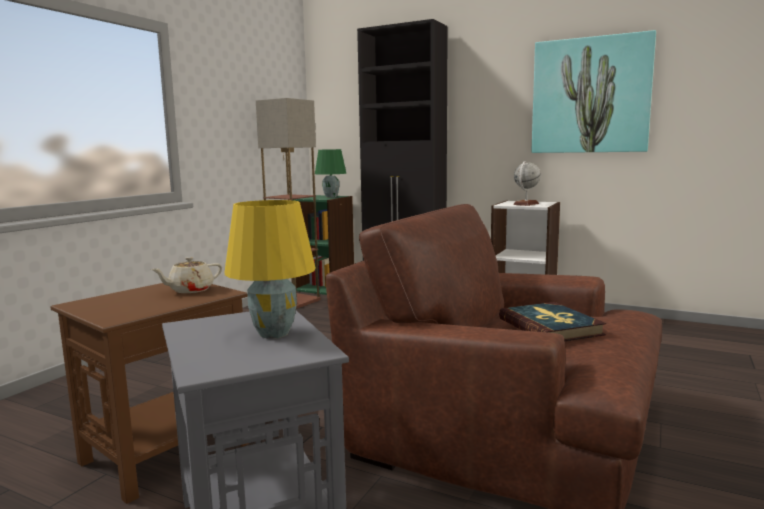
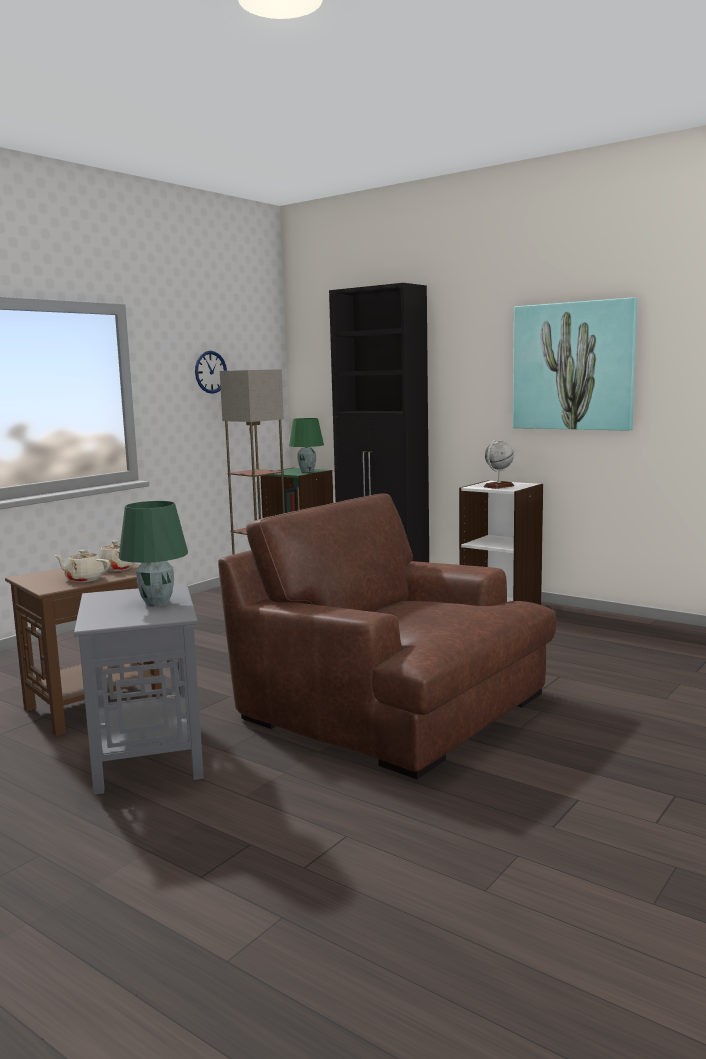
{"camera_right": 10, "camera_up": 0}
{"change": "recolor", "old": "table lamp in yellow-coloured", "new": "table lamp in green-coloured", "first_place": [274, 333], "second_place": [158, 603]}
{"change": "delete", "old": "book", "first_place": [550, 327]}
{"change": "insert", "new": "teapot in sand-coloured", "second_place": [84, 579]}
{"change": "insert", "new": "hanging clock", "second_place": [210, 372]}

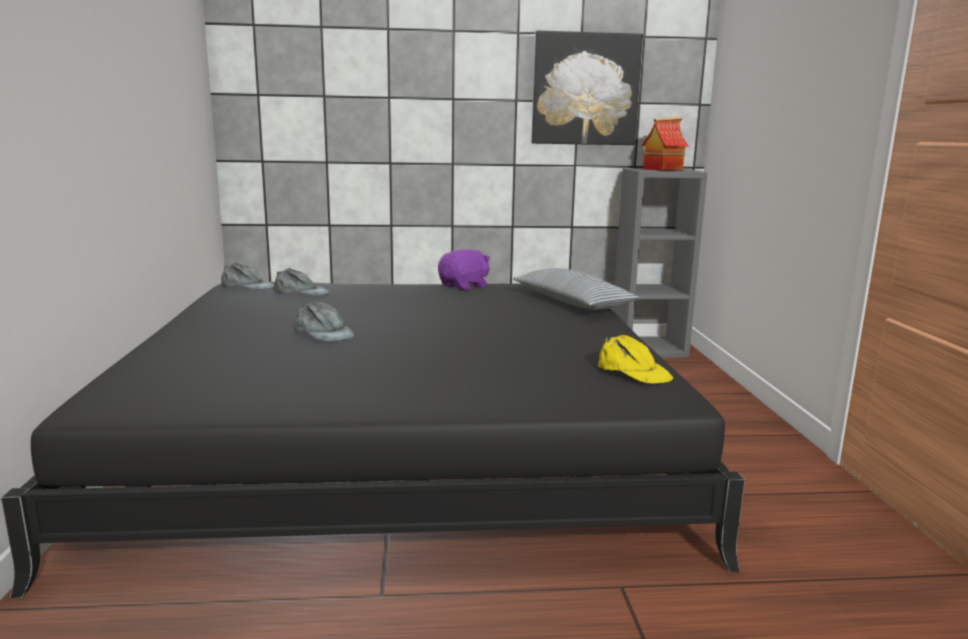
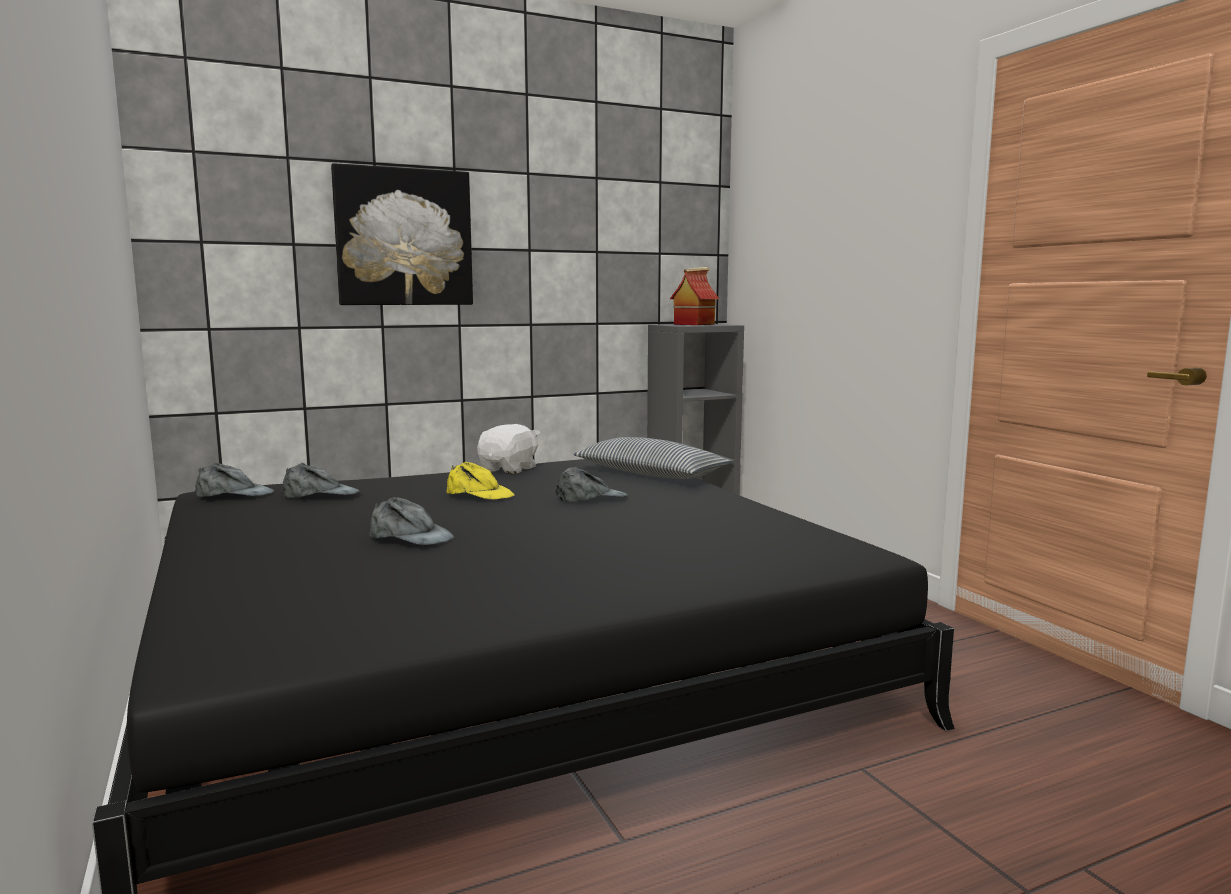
{"camera_right": -20, "camera_up": -5}
{"change": "recolor", "old": "cuddly toy in purple", "new": "cuddly toy in white", "first_place": [464, 286], "second_place": [509, 469]}
{"change": "move", "old": "picture", "first_place": [585, 89], "second_place": [404, 237]}
{"change": "move", "old": "cap in yellow-coloured", "first_place": [633, 372], "second_place": [479, 494]}
{"change": "insert", "new": "cap in gray", "second_place": [591, 497]}

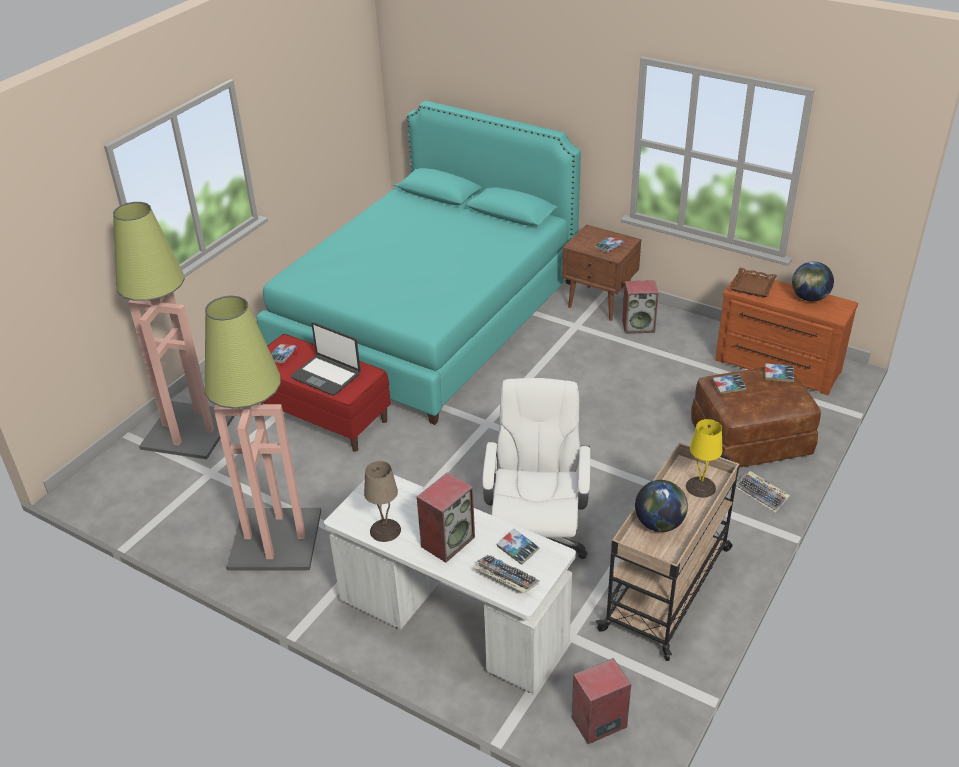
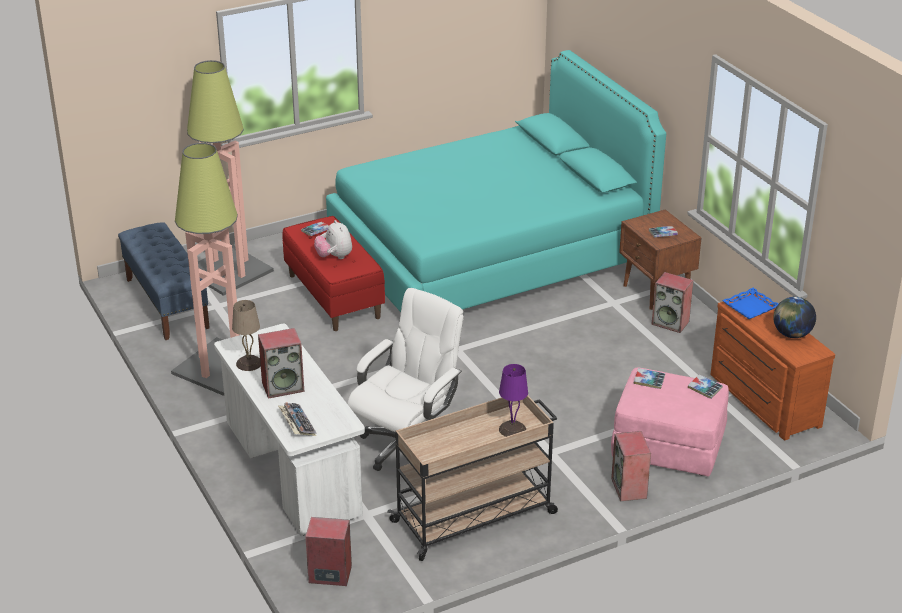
{"camera_right": 30, "camera_up": -5}
{"change": "replace", "old": "laptop", "new": "cuddly toy", "first_place": [326, 375], "second_place": [334, 257]}
{"change": "delete", "old": "book", "first_place": [517, 549]}
{"change": "delete", "old": "desk globe", "first_place": [659, 523]}
{"change": "recolor", "old": "table lamp in yellow-coloured", "new": "table lamp in purple", "first_place": [700, 487], "second_place": [512, 429]}
{"change": "recolor", "old": "pouffe in brownish", "new": "pouffe in pink-coloured", "first_place": [750, 440], "second_place": [667, 446]}
{"change": "recolor", "old": "carrying tray in brownish", "new": "carrying tray in bluish", "first_place": [753, 286], "second_place": [750, 307]}
{"change": "replace", "old": "PC keyboard", "new": "speaker", "first_place": [762, 495], "second_place": [629, 488]}
{"change": "insert", "new": "long seat in bluish", "second_place": [166, 303]}

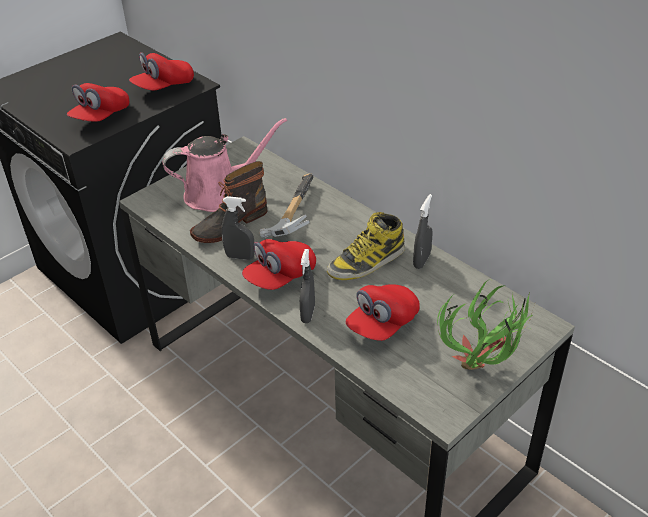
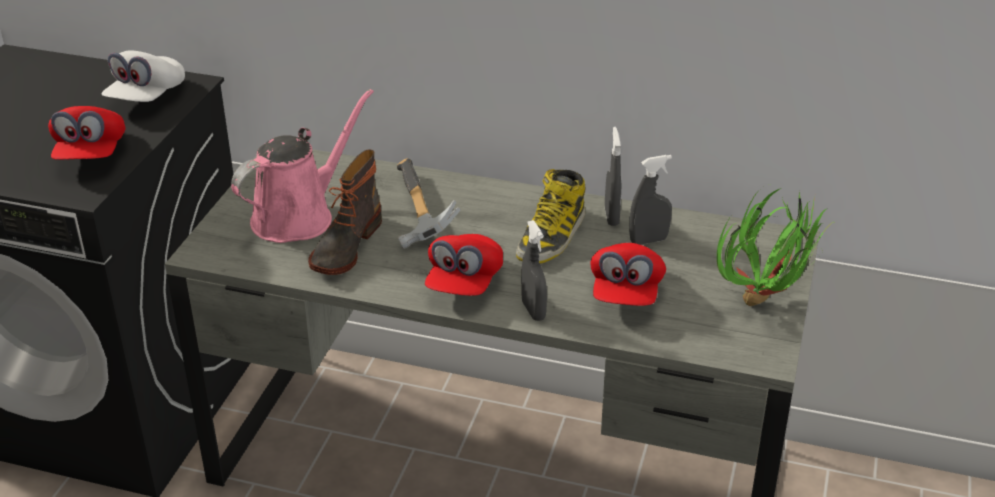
{"camera_right": -30, "camera_up": -5}
{"change": "recolor", "old": "cap in red", "new": "cap in white", "first_place": [163, 87], "second_place": [146, 97]}
{"change": "move", "old": "hand sprayer in gray", "first_place": [240, 256], "second_place": [648, 240]}

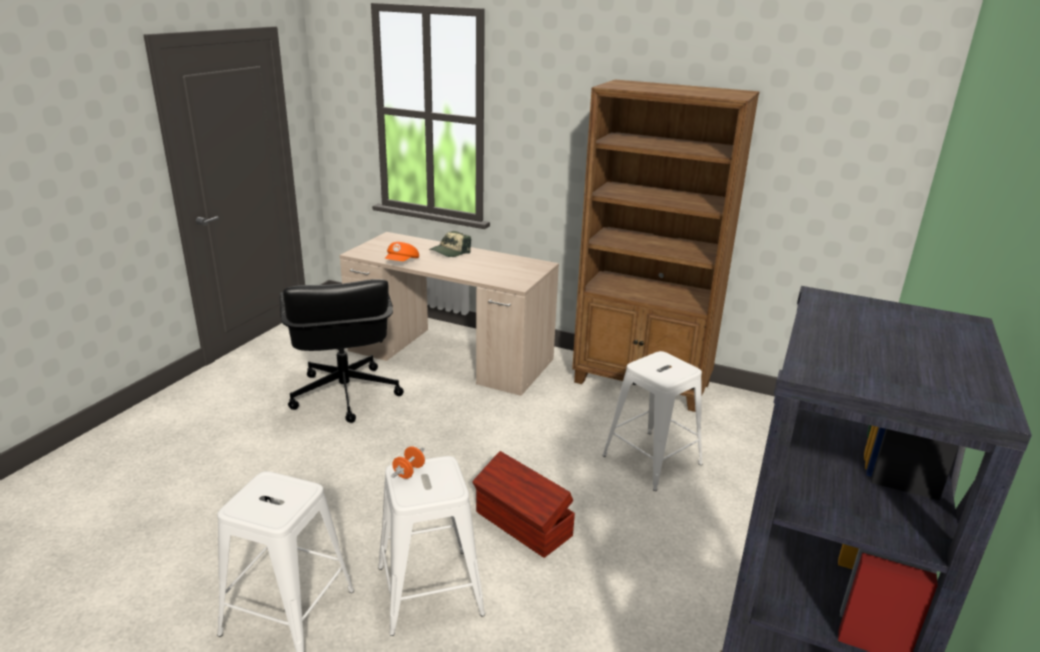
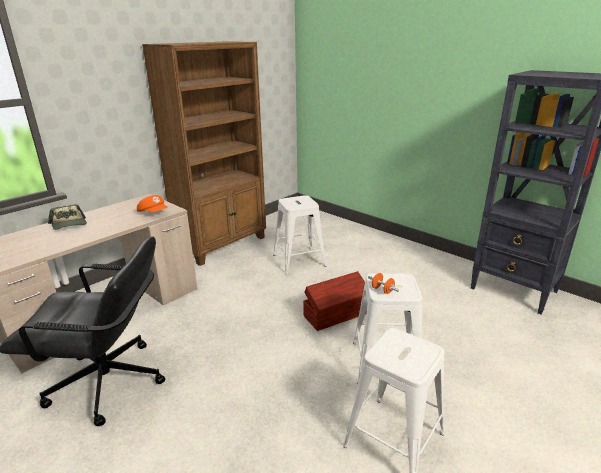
{"camera_right": -70, "camera_up": 0}
{"change": "move", "old": "cap in orange-coloured", "first_place": [402, 262], "second_place": [154, 213]}

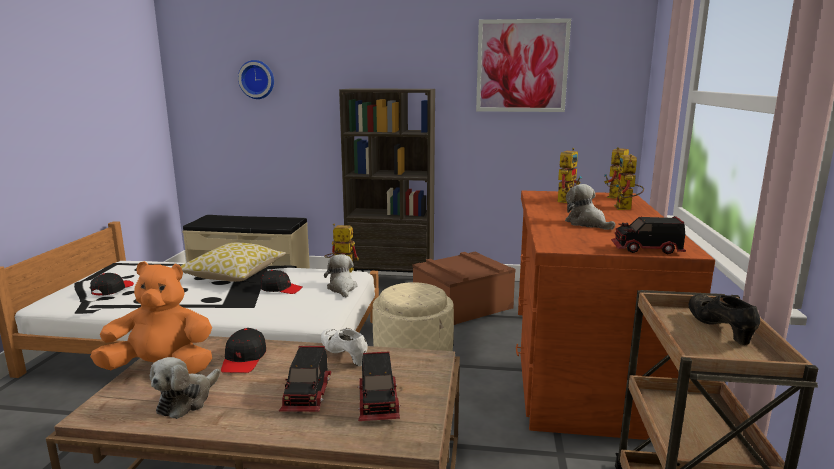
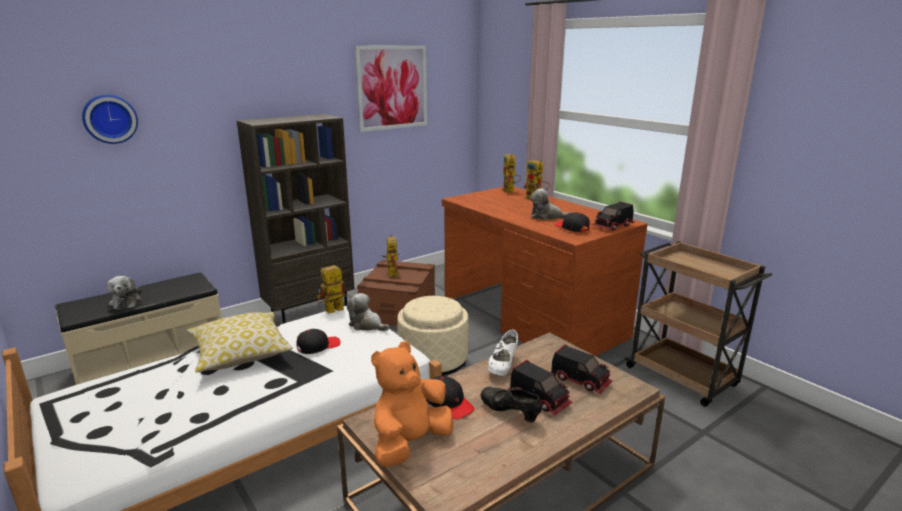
{"camera_right": -45, "camera_up": 5}
{"change": "move", "old": "cap in black-coloured", "first_place": [112, 289], "second_place": [571, 228]}
{"change": "move", "old": "cuddly toy", "first_place": [186, 400], "second_place": [126, 302]}
{"change": "rotate", "old": "shoe in white", "first_place": [344, 356], "second_place": [503, 366], "degrees": -75}
{"change": "move", "old": "toy robot", "first_place": [565, 200], "second_place": [391, 272]}
{"change": "move", "old": "shoe in black-coloured", "first_place": [719, 330], "second_place": [510, 412]}

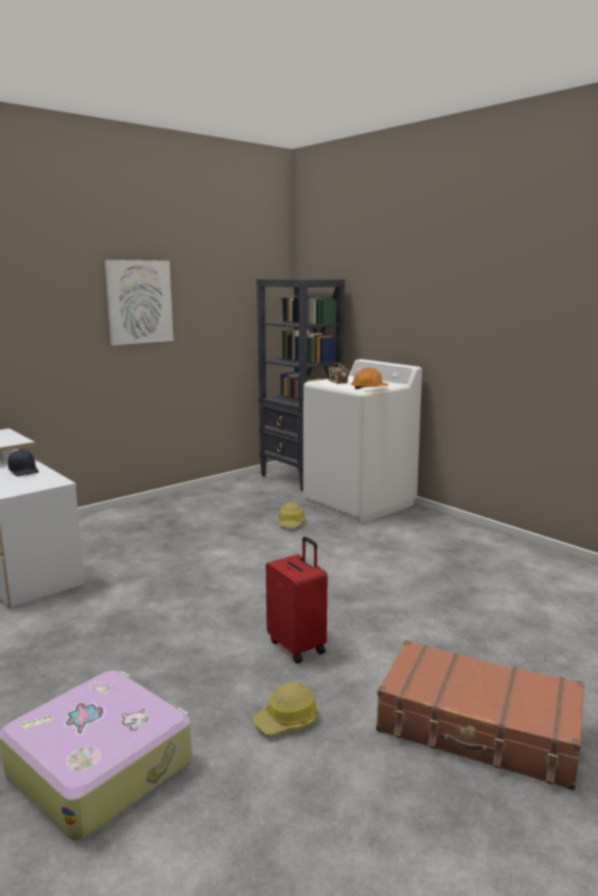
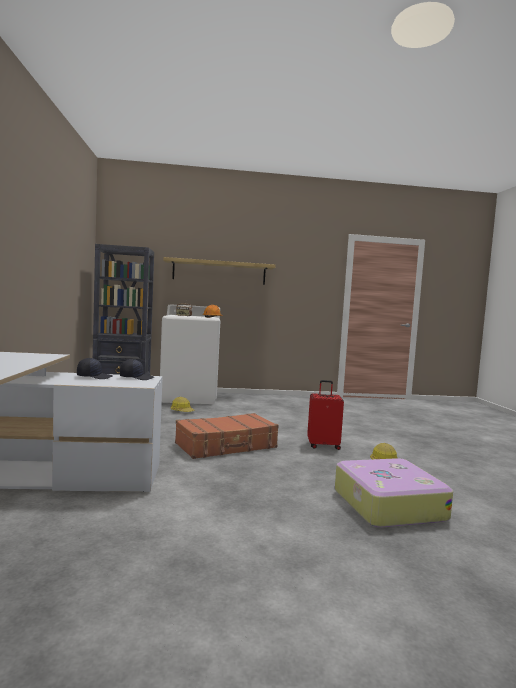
{"camera_right": -55, "camera_up": -10}
{"change": "delete", "old": "picture", "first_place": [139, 302]}
{"change": "move", "old": "suitcase in brownish", "first_place": [478, 729], "second_place": [226, 446]}
{"change": "insert", "new": "cap in black-coloured", "second_place": [136, 378]}
{"change": "insert", "new": "bracket shelf", "second_place": [219, 272]}

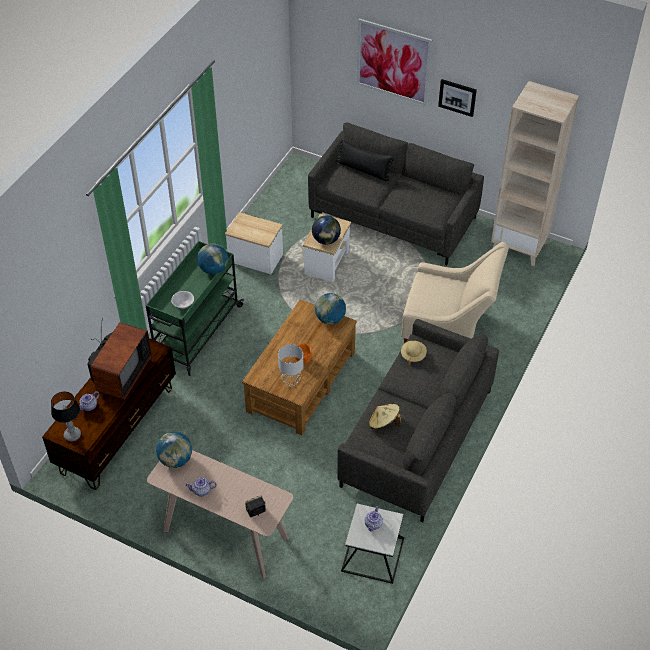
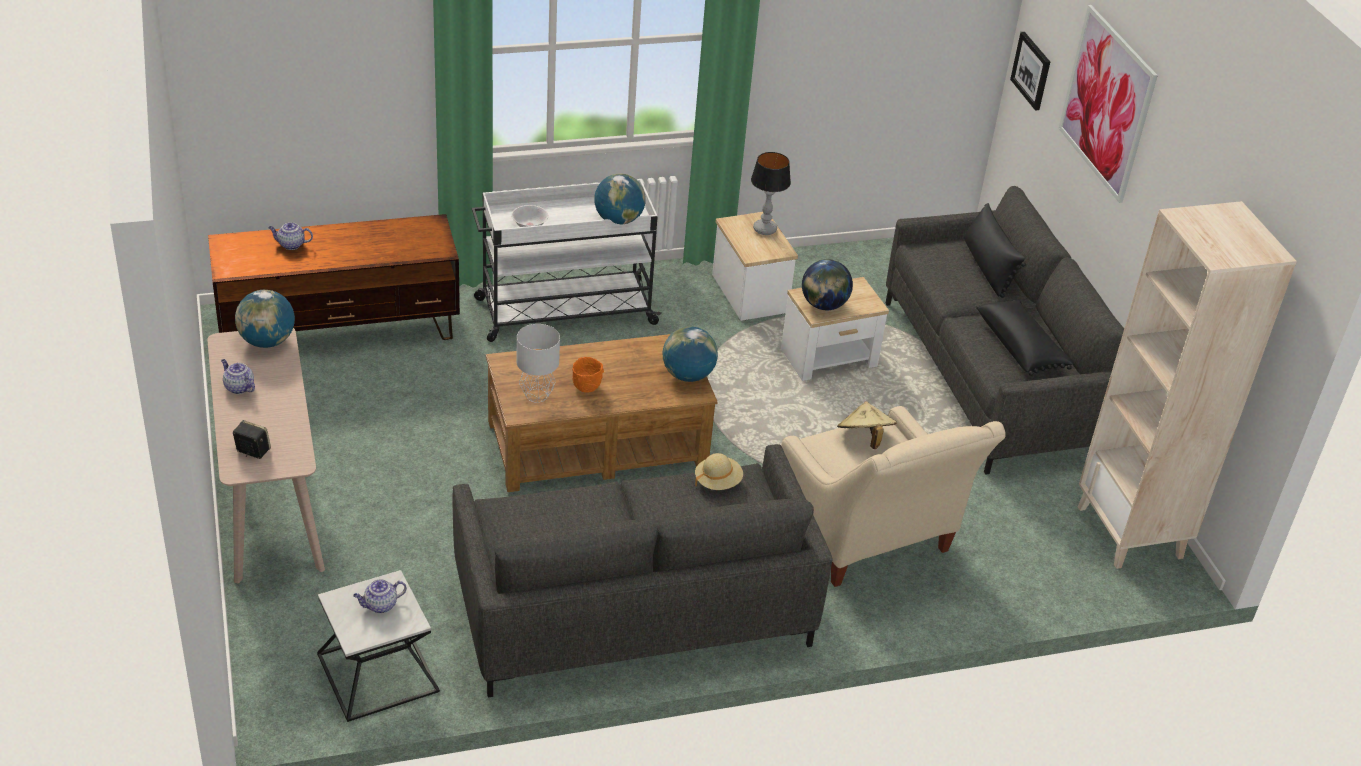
{"camera_right": 45, "camera_up": -10}
{"change": "move", "old": "table lamp", "first_place": [73, 435], "second_place": [765, 229]}
{"change": "delete", "old": "TV", "first_place": [120, 374]}
{"change": "recolor", "old": "wheeled cart in green-coloured", "new": "wheeled cart in white", "first_place": [196, 333], "second_place": [563, 311]}
{"change": "move", "old": "wearable hat in sand-coloured", "first_place": [384, 423], "second_place": [864, 438]}
{"change": "move", "old": "picture", "first_place": [457, 97], "second_place": [1032, 70]}
{"change": "insert", "new": "pillow in black-coloured", "second_place": [1021, 347]}

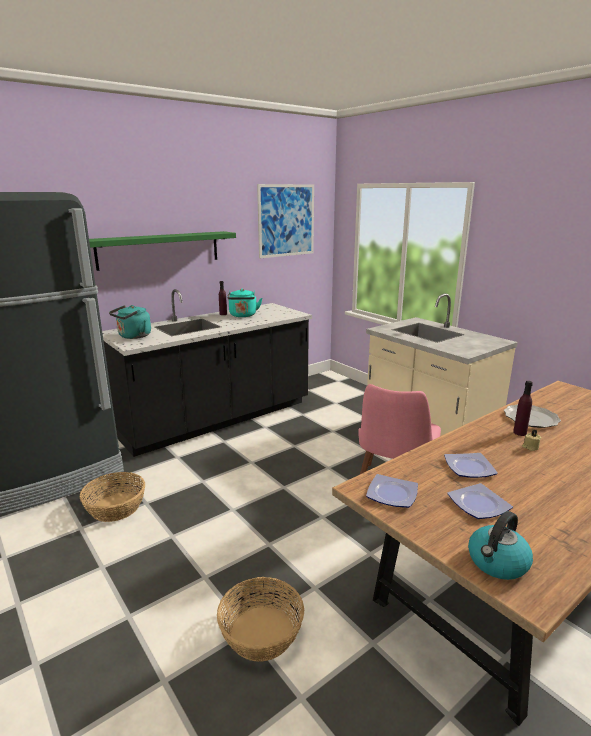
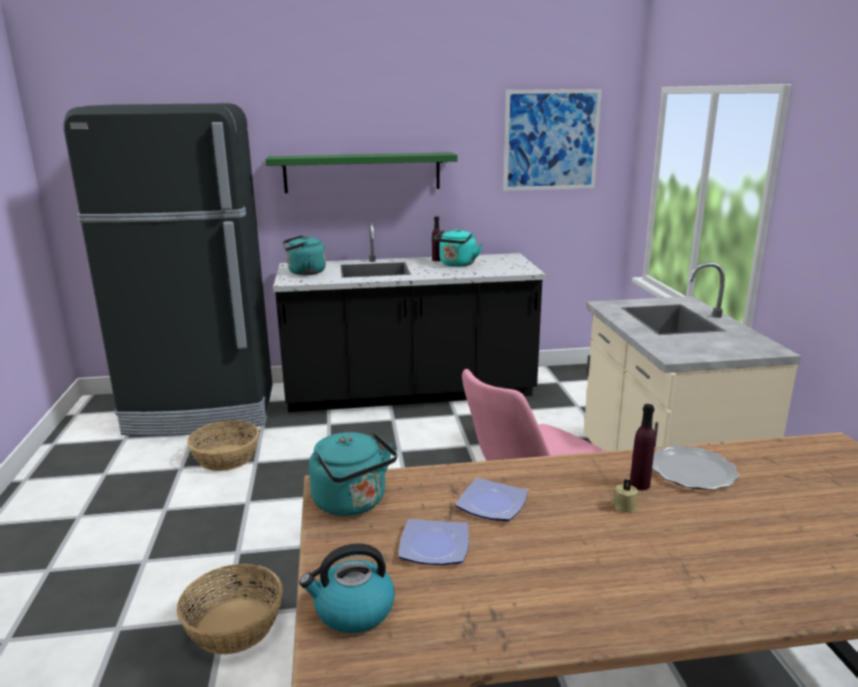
{"camera_right": 30, "camera_up": 0}
{"change": "replace", "old": "plate", "new": "water kettle in blue-green", "first_place": [392, 495], "second_place": [353, 503]}

